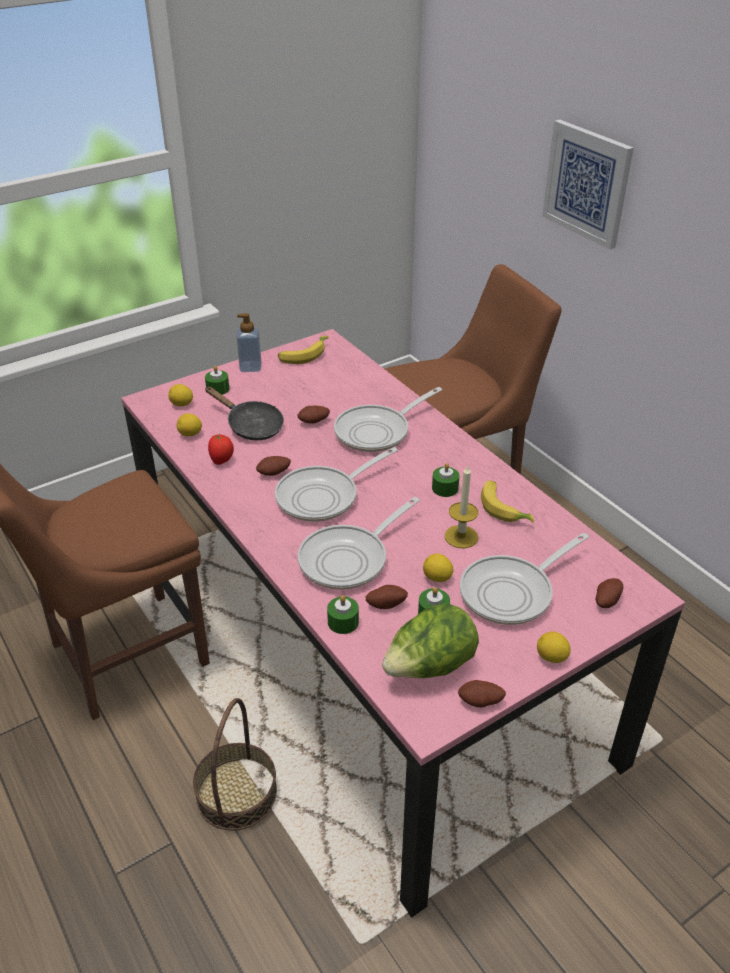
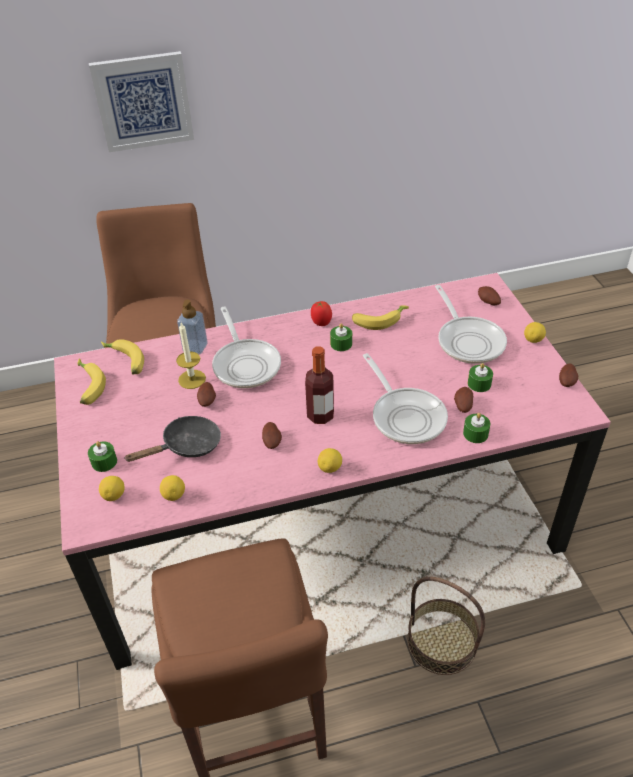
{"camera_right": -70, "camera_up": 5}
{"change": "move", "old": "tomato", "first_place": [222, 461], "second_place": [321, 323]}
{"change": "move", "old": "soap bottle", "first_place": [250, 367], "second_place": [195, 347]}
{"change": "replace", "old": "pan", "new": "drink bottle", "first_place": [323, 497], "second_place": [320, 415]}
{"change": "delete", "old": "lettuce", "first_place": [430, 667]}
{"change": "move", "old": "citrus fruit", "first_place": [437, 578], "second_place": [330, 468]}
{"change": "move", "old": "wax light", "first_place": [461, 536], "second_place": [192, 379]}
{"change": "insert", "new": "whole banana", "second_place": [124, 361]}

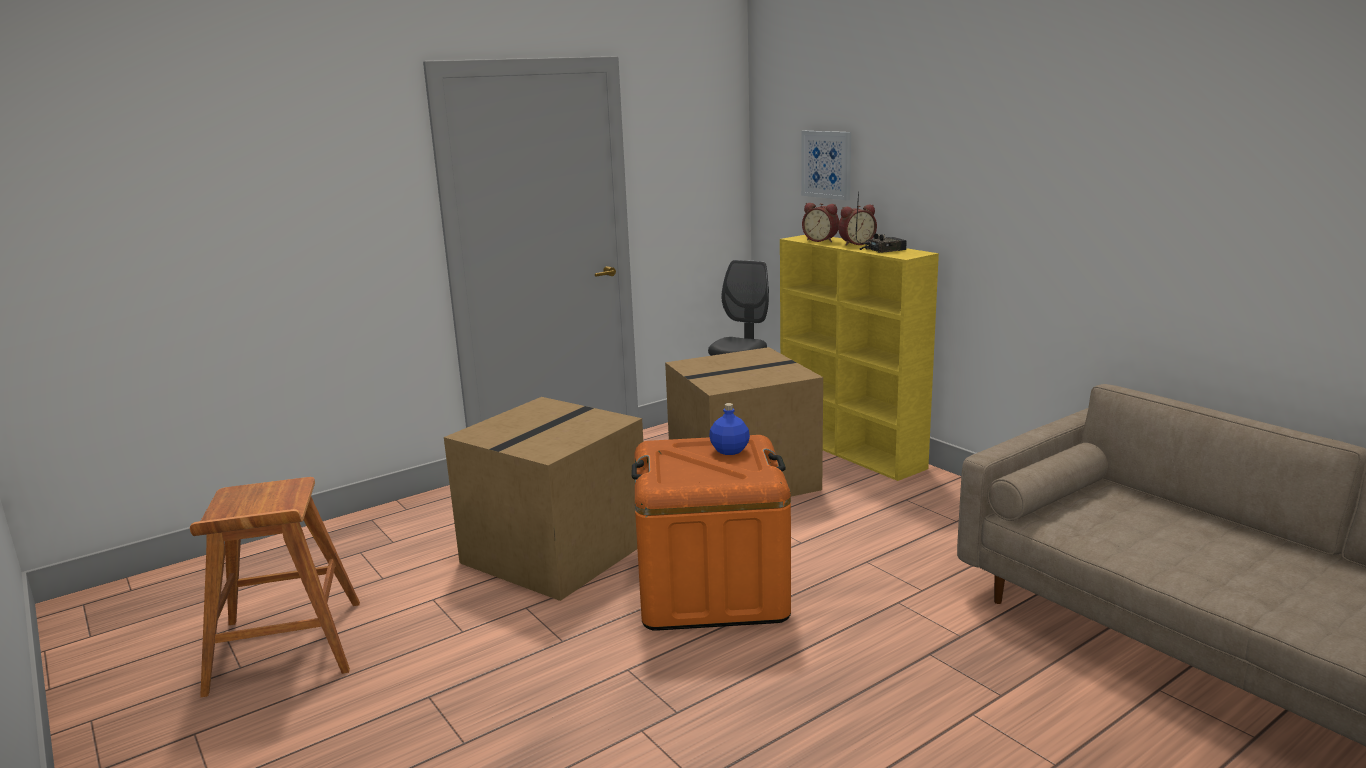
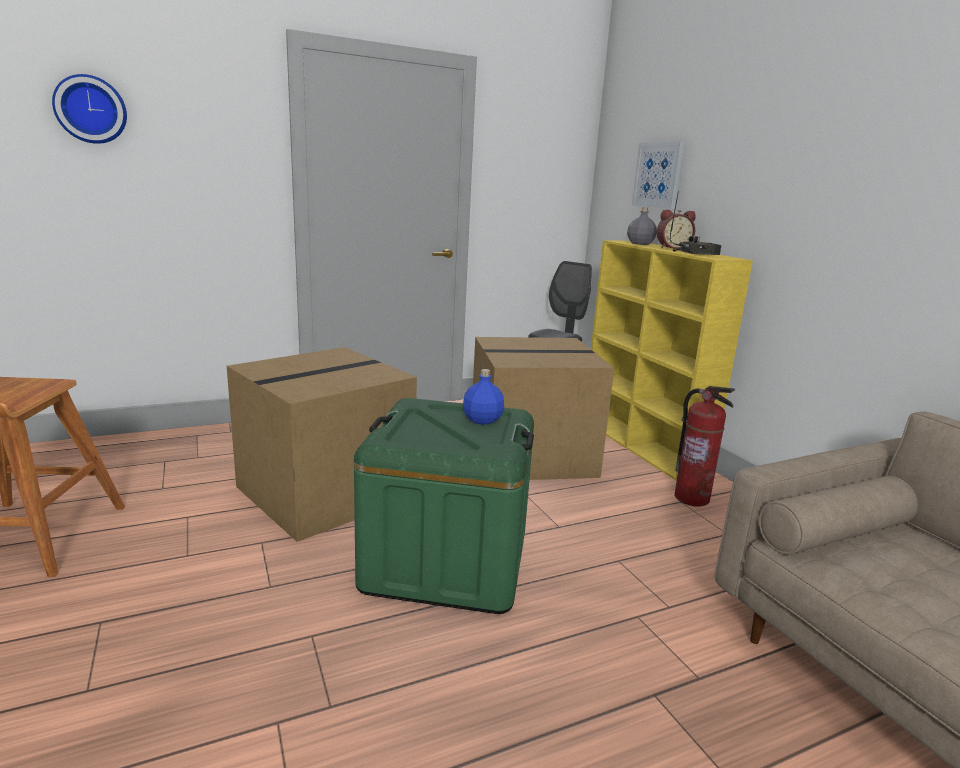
{"camera_right": 10, "camera_up": 0}
{"change": "recolor", "old": "storage container in orange-coloured", "new": "storage container in green-coloured", "first_place": [711, 590], "second_place": [446, 560]}
{"change": "replace", "old": "table clock", "new": "drink bottle in gray", "first_place": [821, 240], "second_place": [640, 244]}
{"change": "insert", "new": "hanging clock", "second_place": [91, 110]}
{"change": "insert", "new": "fire extinguisher", "second_place": [691, 498]}

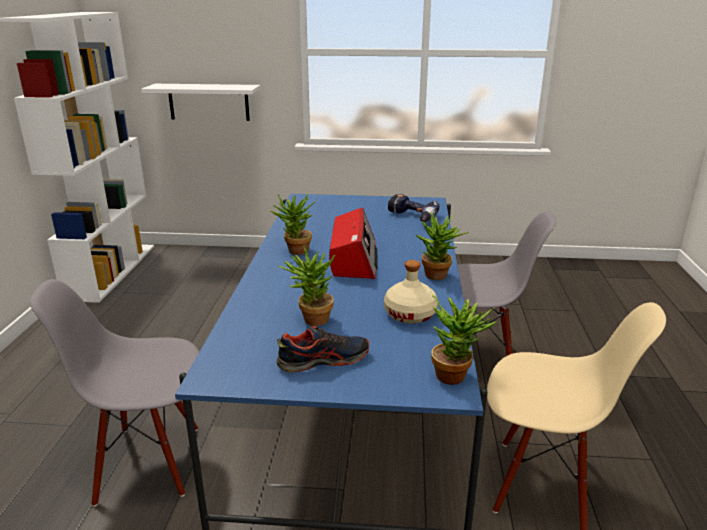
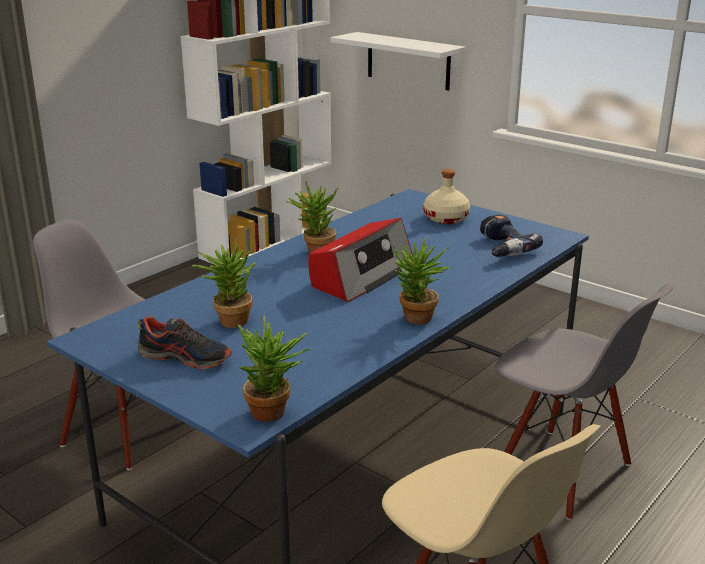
{"camera_right": 35, "camera_up": 0}
{"change": "move", "old": "drink bottle in sand-coloured", "first_place": [410, 314], "second_place": [446, 218]}

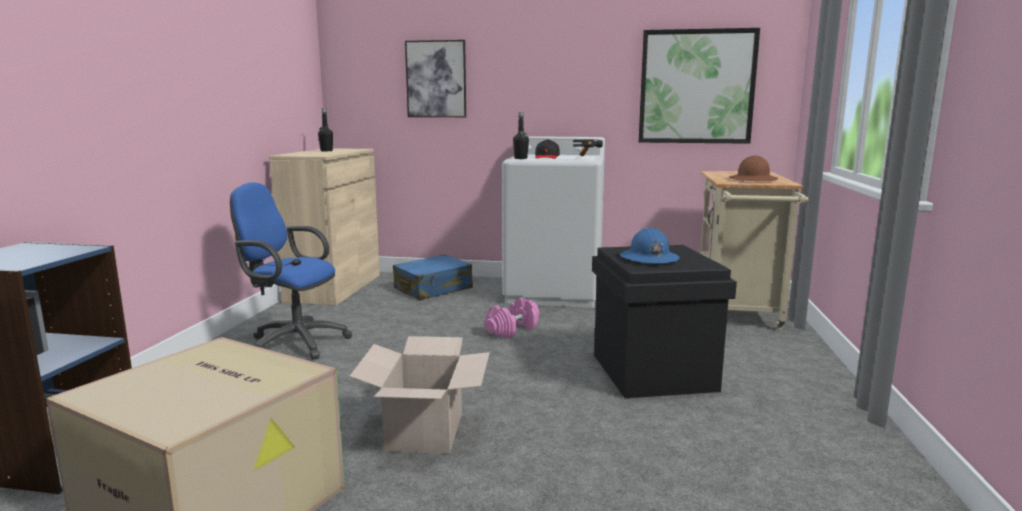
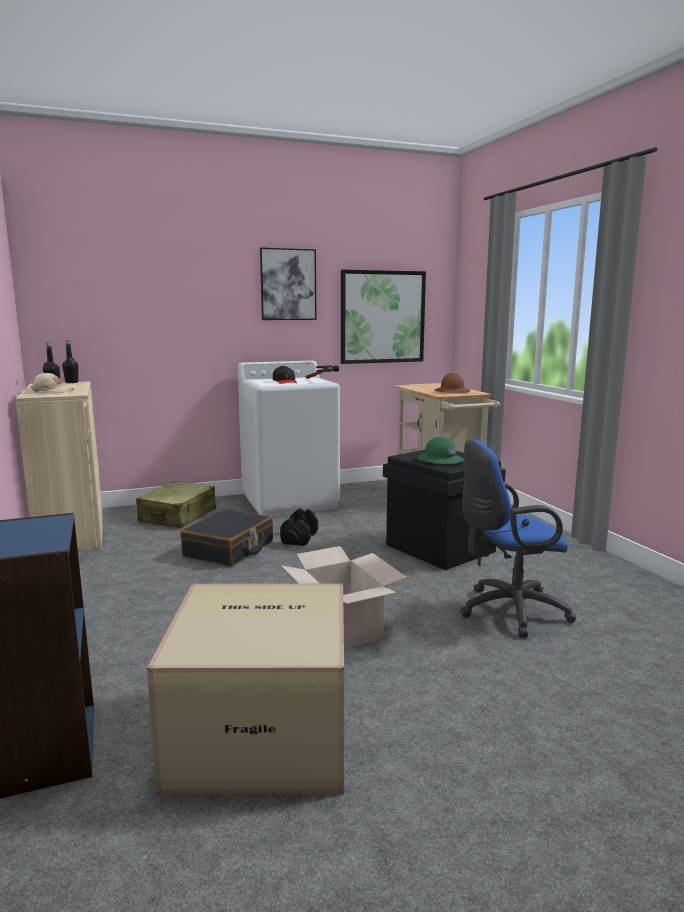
{"camera_right": -30, "camera_up": 0}
{"change": "move", "old": "computer chair in bluish", "first_place": [293, 342], "second_place": [508, 611]}
{"change": "recolor", "old": "suitcase in bluish", "new": "suitcase in sand-coloured", "first_place": [433, 289], "second_place": [178, 515]}
{"change": "move", "old": "picture", "first_place": [436, 79], "second_place": [288, 284]}
{"change": "recolor", "old": "free weight in pink-coloured", "new": "free weight in black-coloured", "first_place": [512, 330], "second_place": [299, 538]}
{"change": "move", "old": "drink bottle in black-coloured", "first_place": [520, 158], "second_place": [71, 382]}
{"change": "recolor", "old": "work helmet in bluish", "new": "work helmet in green-coloured", "first_place": [648, 258], "second_place": [439, 460]}
{"change": "insert", "new": "cap in sand-coloured", "second_place": [52, 391]}
{"change": "insert", "new": "suitcase in black-coloured", "second_place": [229, 549]}

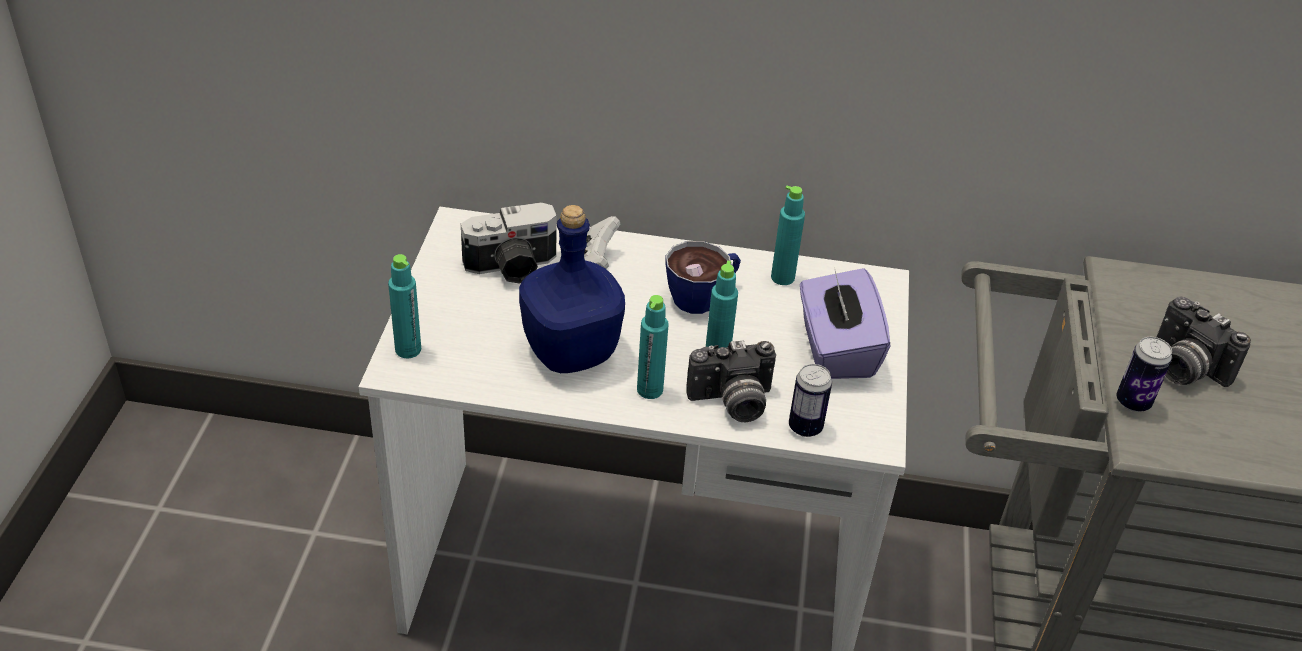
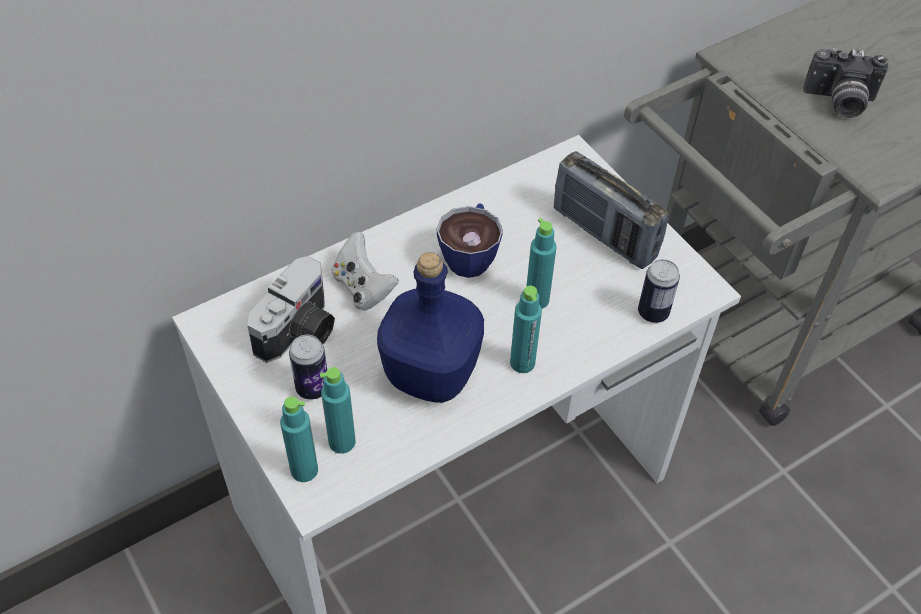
{"camera_right": -40, "camera_up": 10}
{"change": "delete", "old": "still camera", "first_place": [732, 403]}
{"change": "move", "old": "drink bottle in blue-green", "first_place": [782, 277], "second_place": [342, 442]}
{"change": "replace", "old": "box of tissues in purple", "new": "radio set", "first_place": [836, 349], "second_place": [604, 234]}
{"change": "move", "old": "can", "first_place": [1133, 402], "second_place": [312, 388]}

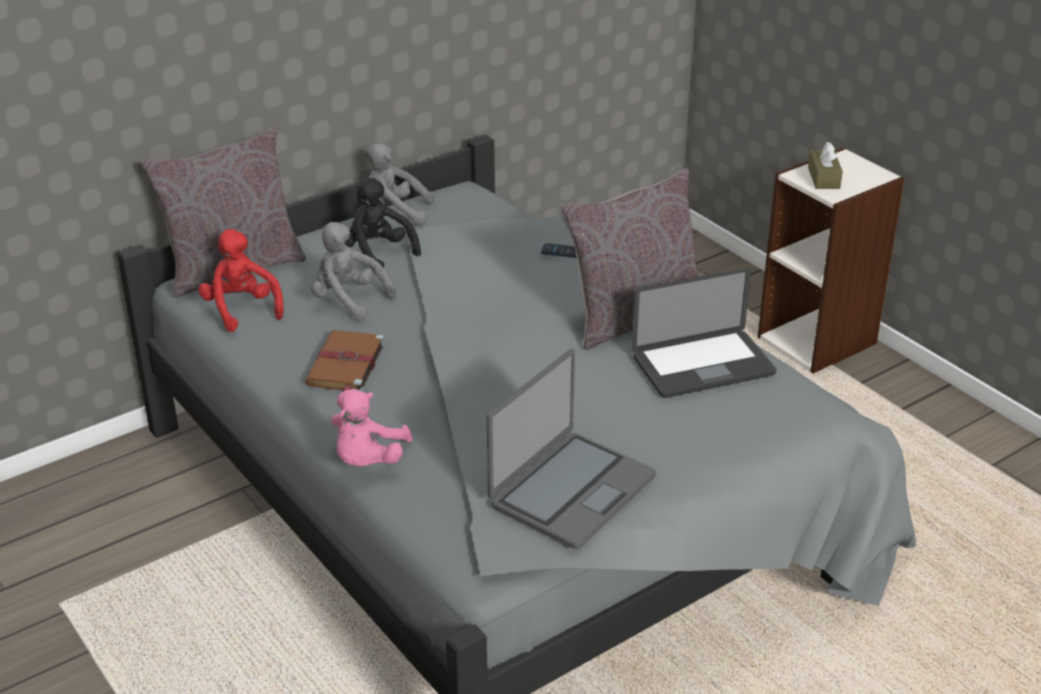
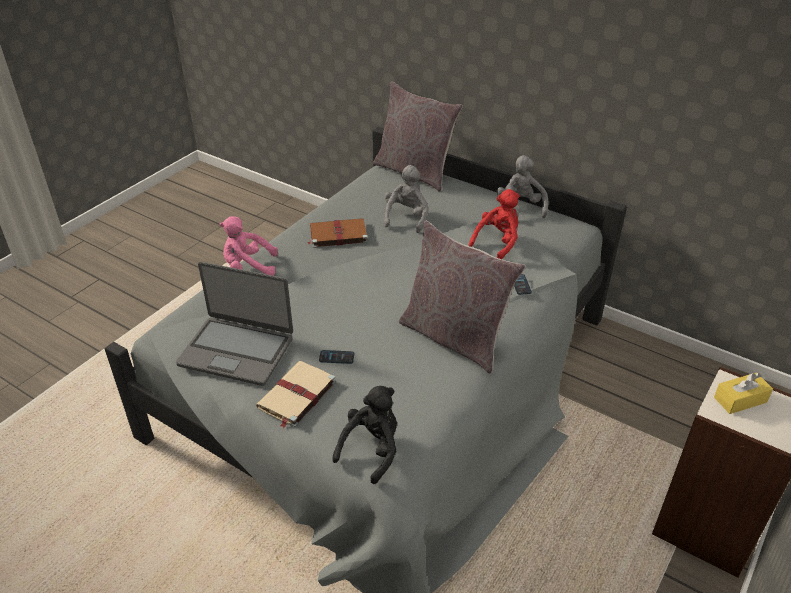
{"camera_right": 70, "camera_up": 5}
{"change": "move", "old": "cuddly toy in red", "first_place": [241, 309], "second_place": [497, 242]}
{"change": "move", "old": "cuddly toy in black-coloured", "first_place": [378, 254], "second_place": [372, 449]}
{"change": "delete", "old": "laptop", "first_place": [703, 366]}
{"change": "recolor", "old": "box of tissues in brownish", "new": "box of tissues in yellow-coloured", "first_place": [823, 178], "second_place": [740, 400]}
{"change": "insert", "new": "book in sand-coloured", "second_place": [296, 396]}
{"change": "insert", "new": "handset", "second_place": [336, 357]}

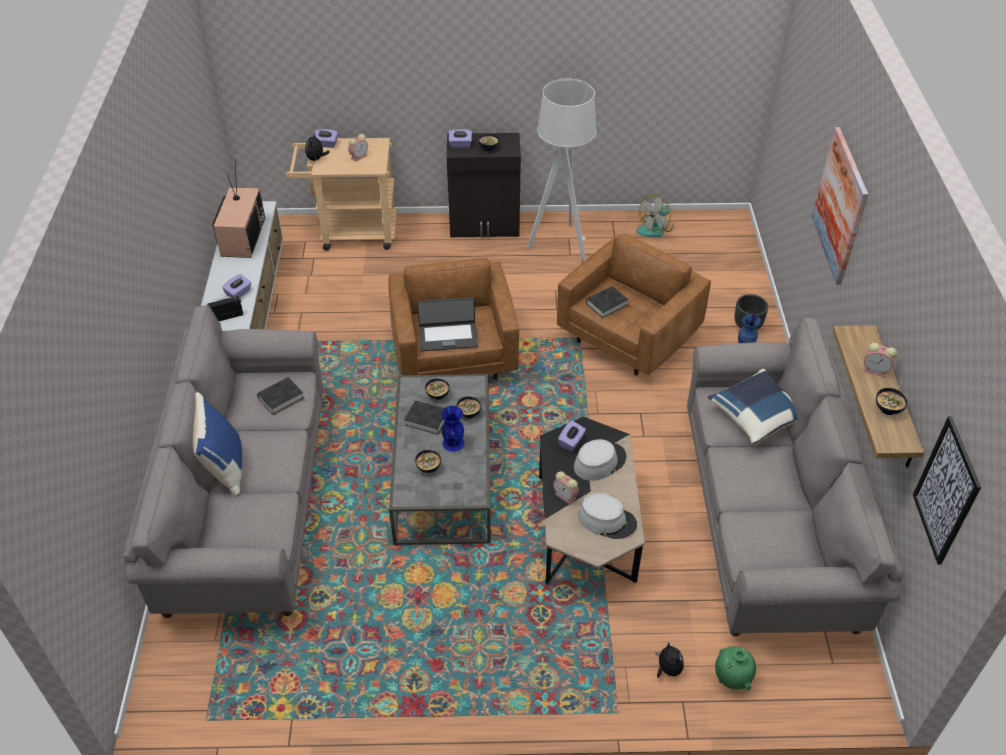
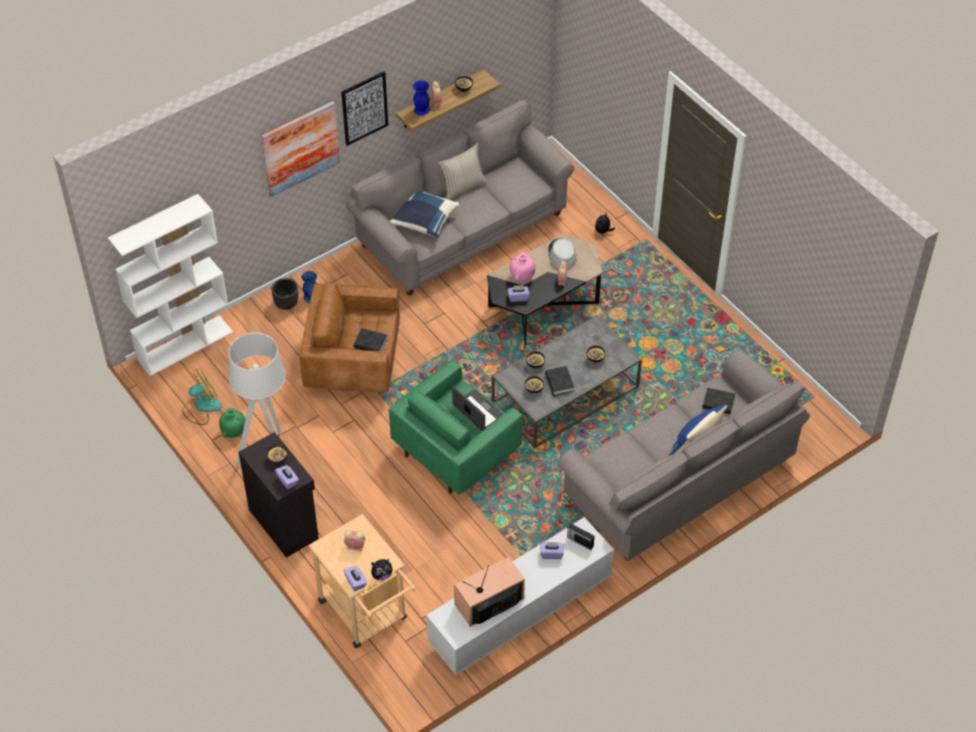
{"camera_right": -125, "camera_up": 5}
{"change": "move", "old": "book in black-coloured", "first_place": [280, 398], "second_place": [718, 403]}
{"change": "recolor", "old": "armchair in brownish", "new": "armchair in green-coloured", "first_place": [454, 357], "second_place": [456, 451]}
{"change": "move", "old": "vase in bluish", "first_place": [453, 442], "second_place": [421, 110]}
{"change": "replace", "old": "wearable hat in gray", "new": "vase in pink-coloured", "first_place": [599, 462], "second_place": [522, 277]}
{"change": "rotate", "old": "electric fan", "first_place": [655, 228], "second_place": [202, 407], "degrees": -45}
{"change": "move", "old": "vase in green-coloured", "first_place": [732, 679], "second_place": [234, 432]}
{"change": "move", "old": "picture", "first_place": [946, 491], "second_place": [364, 108]}
{"change": "insert", "new": "bookshelf in white", "second_place": [185, 345]}
{"change": "insert", "new": "pillow in sand-coloured", "second_place": [462, 187]}

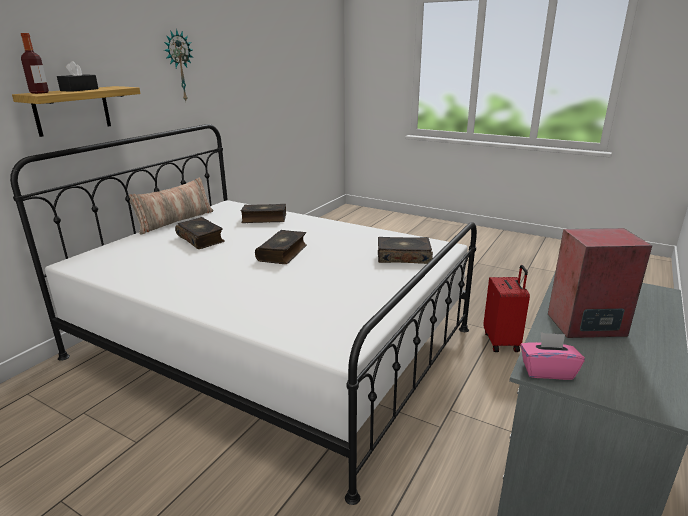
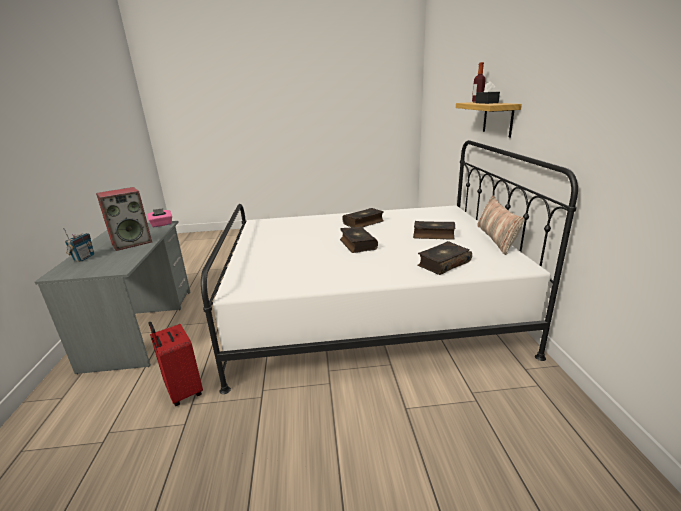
{"camera_right": 145, "camera_up": 0}
{"change": "delete", "old": "hanging clock", "first_place": [179, 66]}
{"change": "move", "old": "book", "first_place": [403, 257], "second_place": [364, 223]}
{"change": "insert", "new": "radio set", "second_place": [84, 258]}

